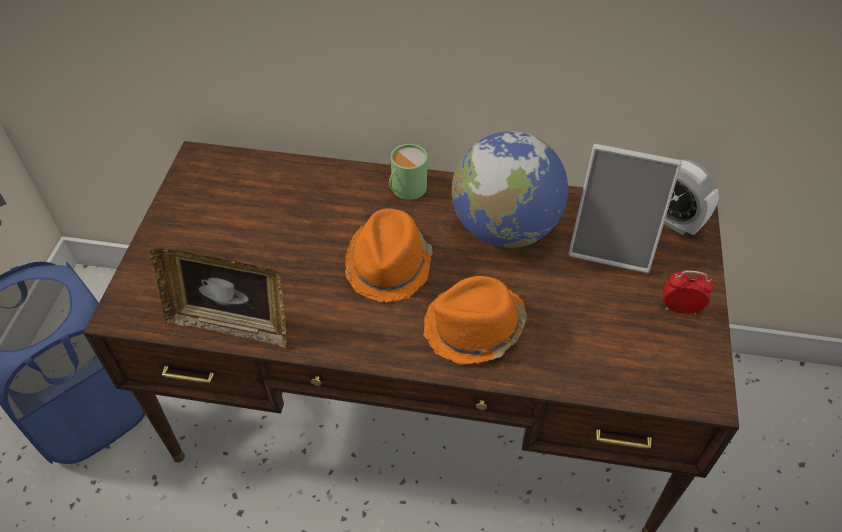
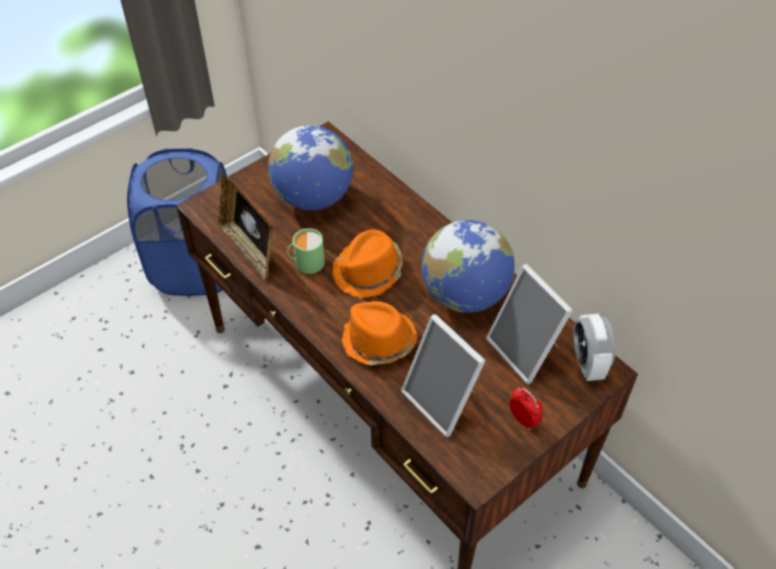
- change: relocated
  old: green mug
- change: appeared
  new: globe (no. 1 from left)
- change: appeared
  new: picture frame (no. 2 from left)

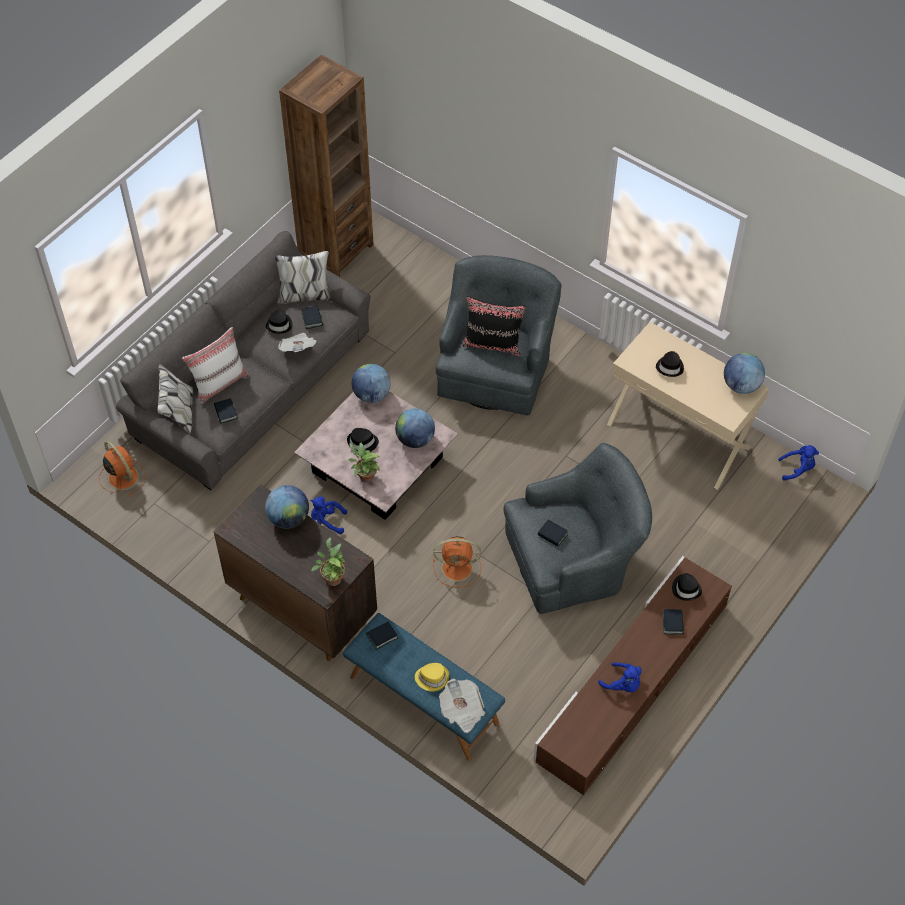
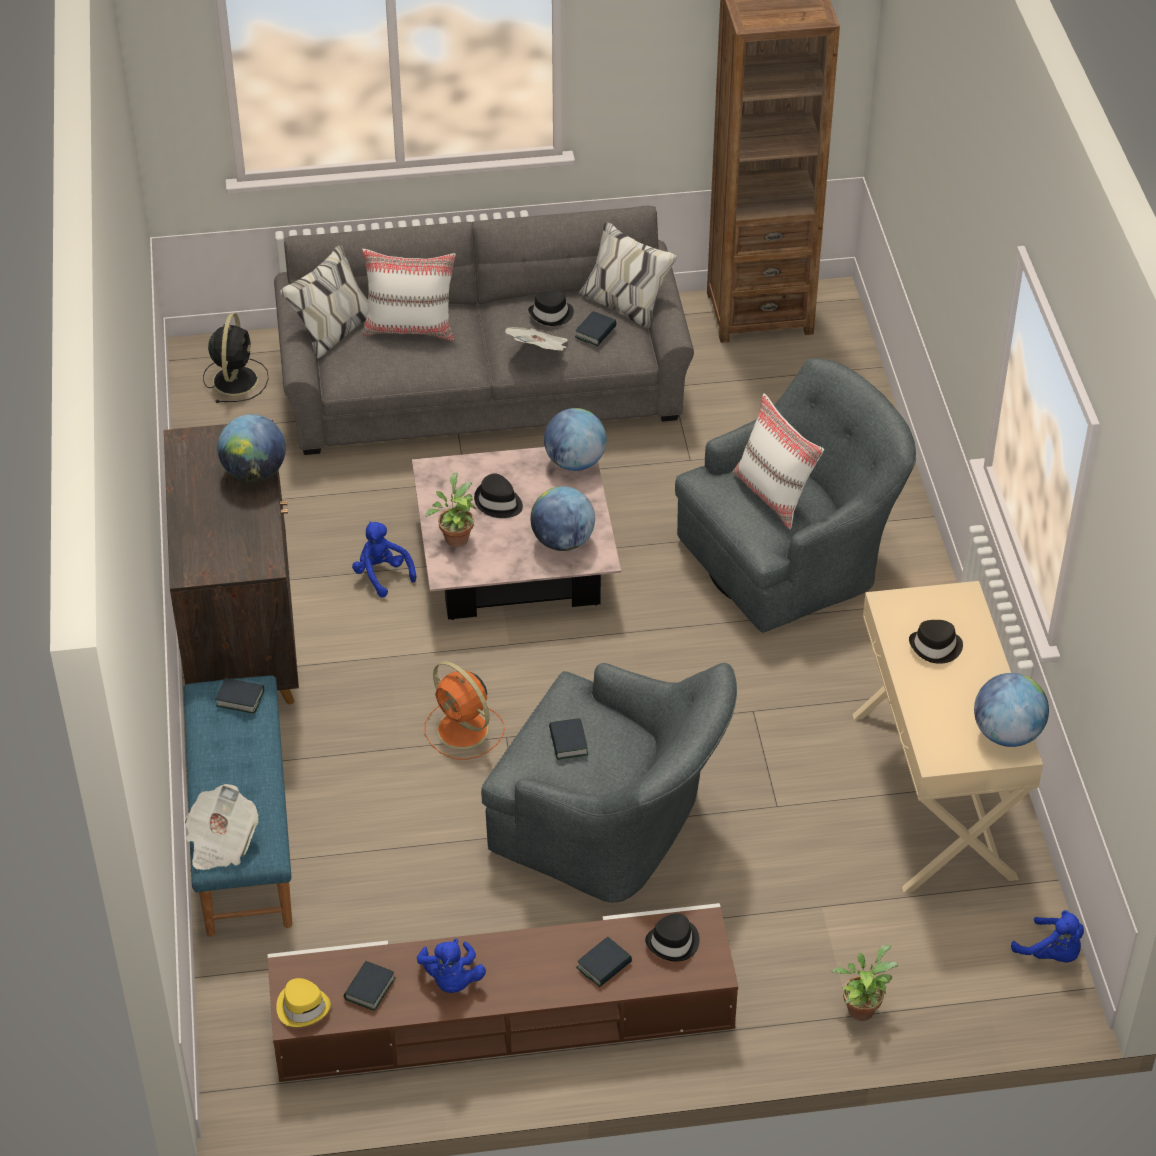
- change: colour
  old: black pillow
  new: white pillow (no. 2 from left)
- change: relocated
  old: book (no. 1 from left in the first image)
  new: book (no. 2 from left)
- change: colour
  old: orange fan (no. 1 from left)
  new: black fan
- change: relocated
  old: potted plant (no. 1 from left in the first image)
  new: potted plant (no. 2 from left)
- change: relocated
  old: yellow hat

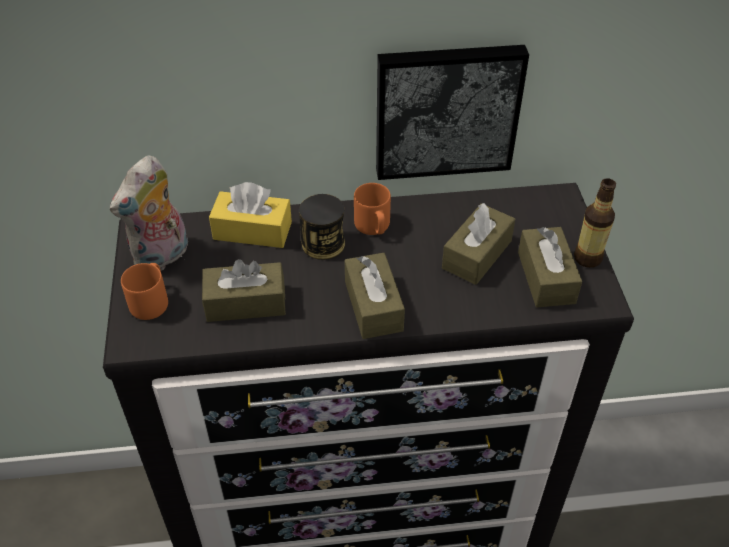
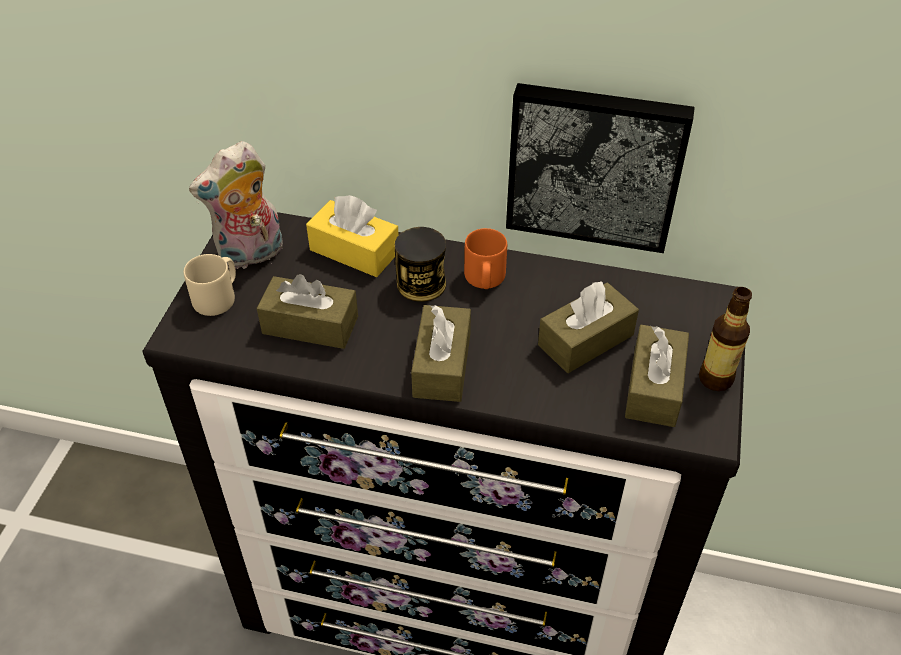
- change: colour
  old: orange mug (no. 1 from left)
  new: beige mug

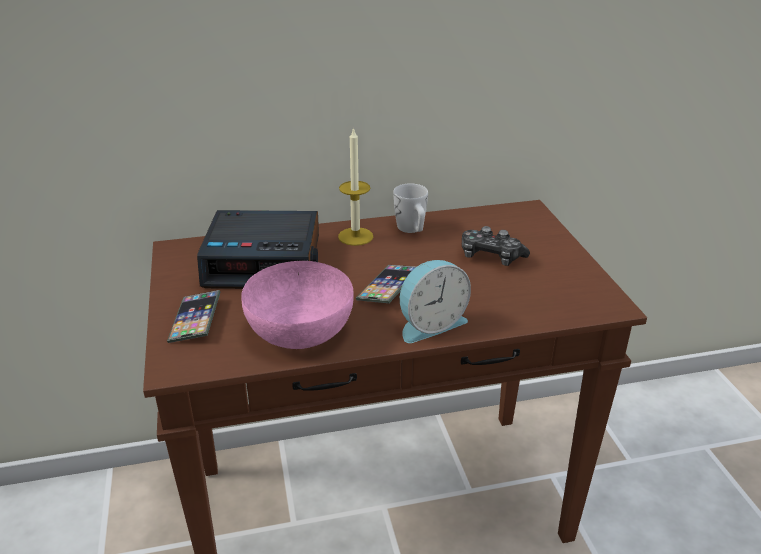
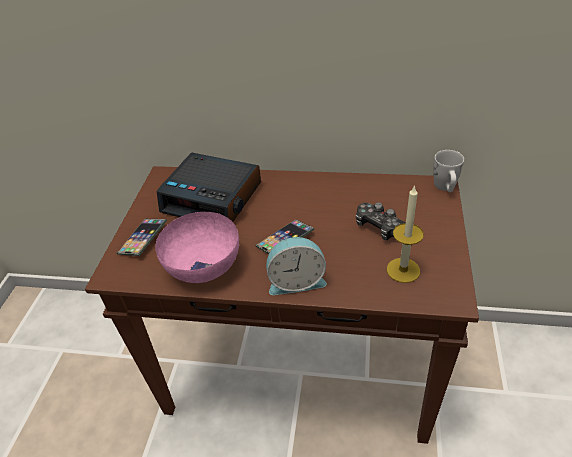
- change: relocated
  old: candle
- change: relocated
  old: white mug

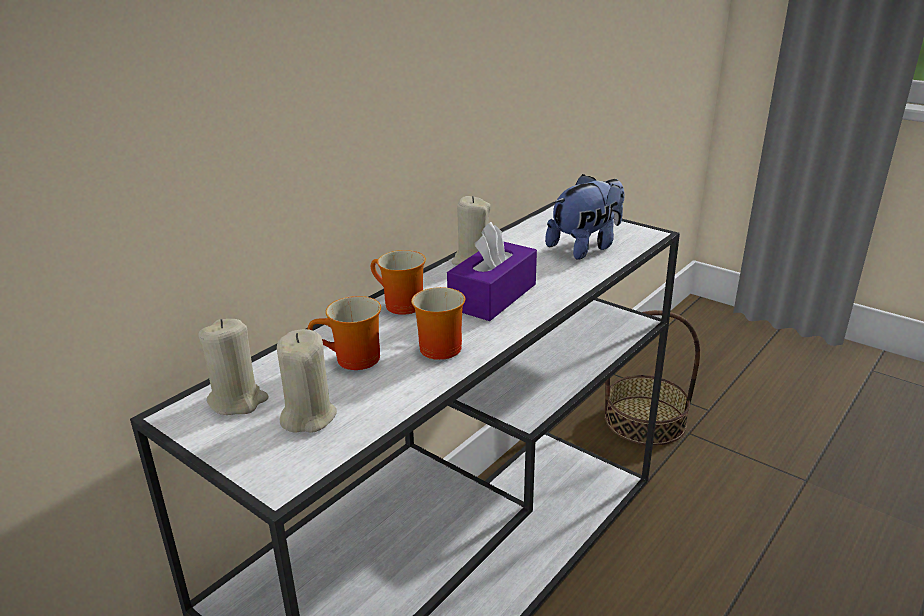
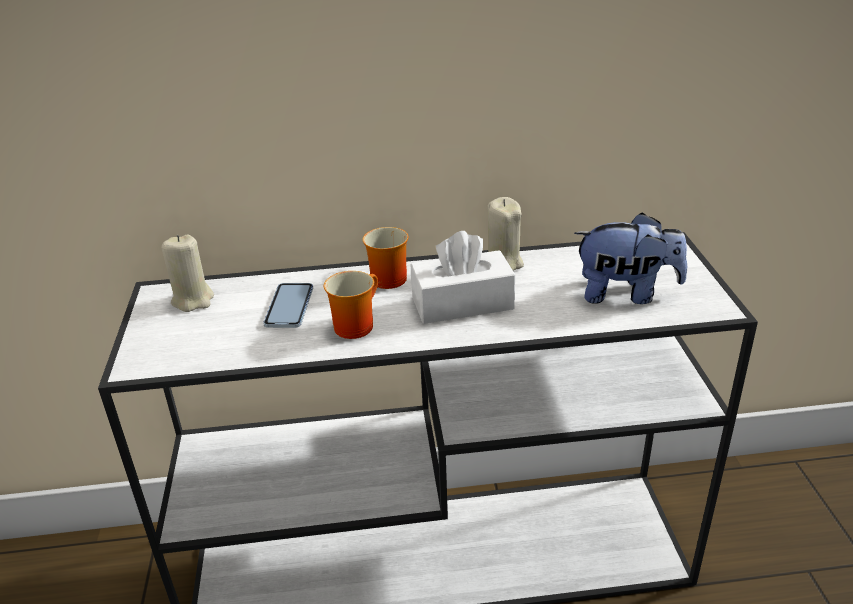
- change: colour
  old: purple tissue box
  new: white tissue box
- change: exchanged
  old: mug (no. 1 from left)
  new: phone
- change: missing
  old: basket
- change: missing
  old: beige candle (no. 2 from left)

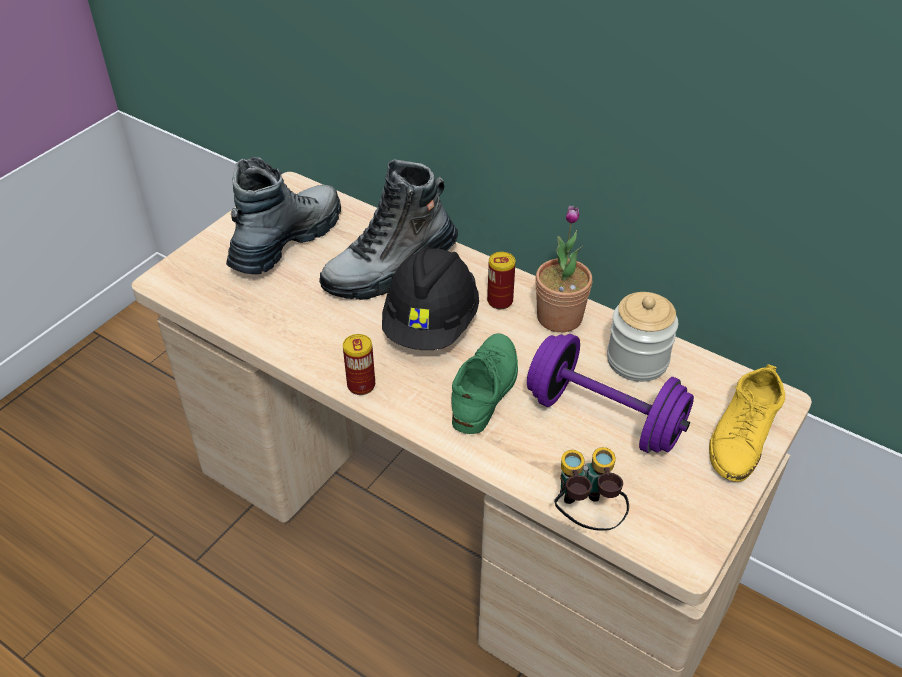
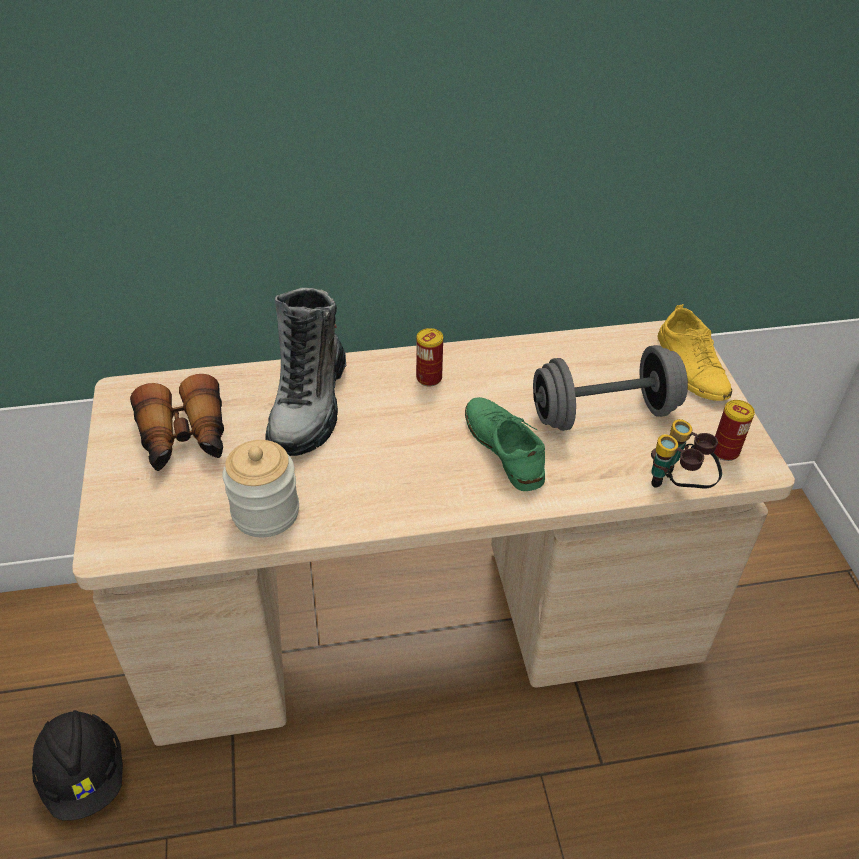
- change: exchanged
  old: boot (no. 1 from left)
  new: binoculars (no. 1 from left)
- change: missing
  old: potted plant
- change: relocated
  old: black hard hat
- change: relocated
  old: jar
- change: relocated
  old: can (no. 1 from left in the first image)
  new: can (no. 2 from left)
- change: colour
  old: purple dumbbell
  new: grey dumbbell

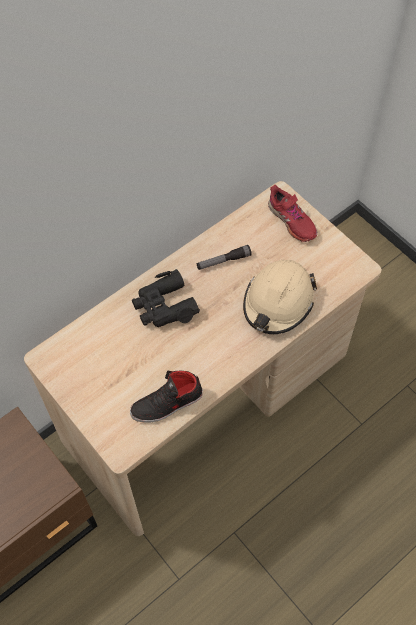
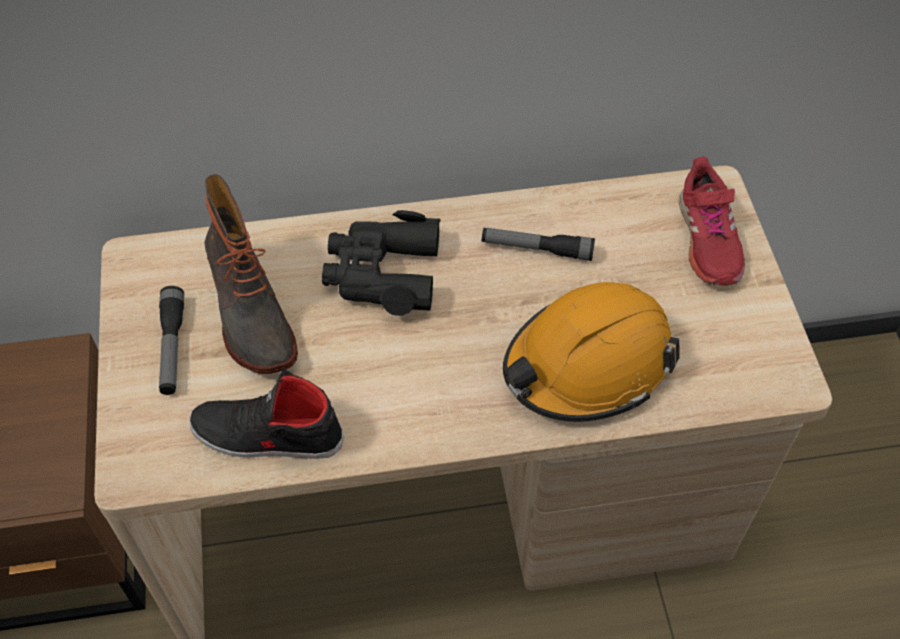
- change: colour
  old: beige hard hat
  new: orange hard hat
- change: appeared
  new: boot
- change: appeared
  new: flashlight (no. 1 from left)

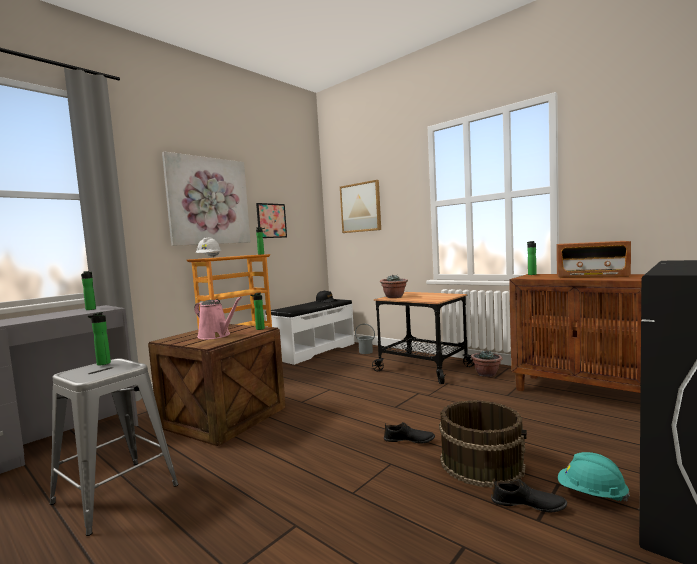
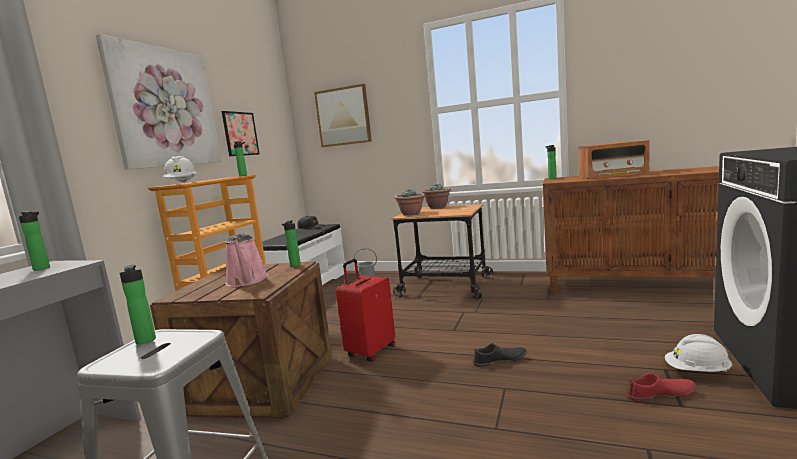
- change: spun
  old: pink watering can
  degrees: 60
- change: relocated
  old: potted plant (no. 2 from left)
- change: missing
  old: brown bucket
- change: colour
  old: turquoise hard hat
  new: white hard hat (no. 2 from left)
- change: colour
  old: black shoe (no. 2 from left)
  new: red shoe
- change: appeared
  new: red suitcase

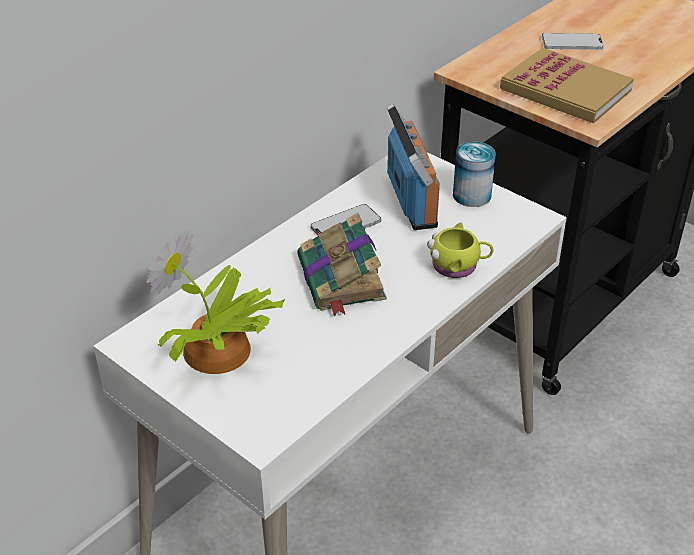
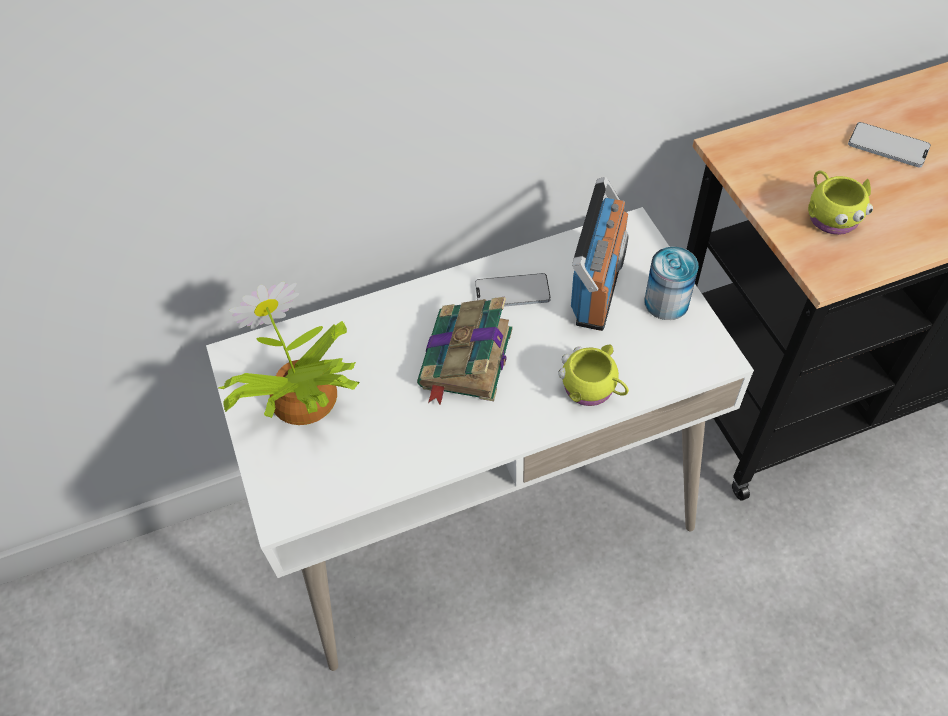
- change: exchanged
  old: book (no. 2 from left)
  new: yellow mug (no. 2 from left)

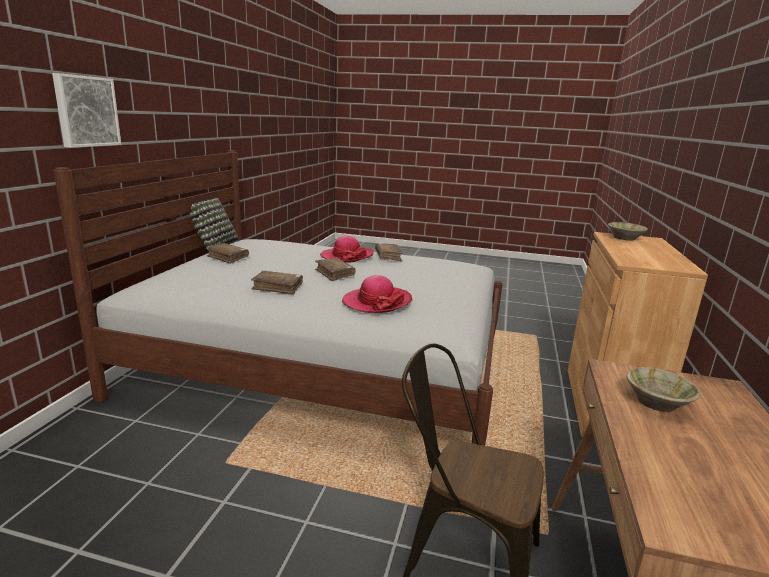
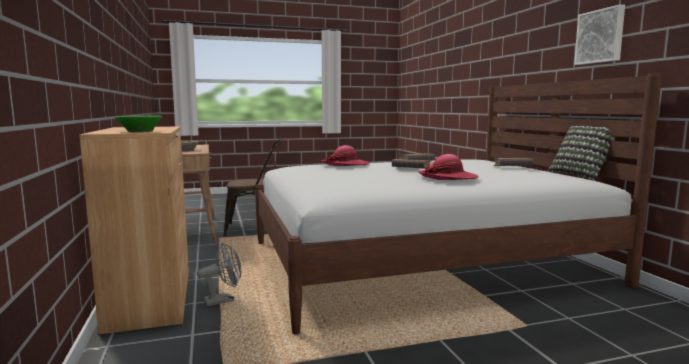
- change: relocated
  old: picture
- change: colour
  old: beige bowl (no. 1 from left)
  new: green bowl
- change: missing
  old: brown book (no. 4 from left)
- change: appeared
  new: grey fan

